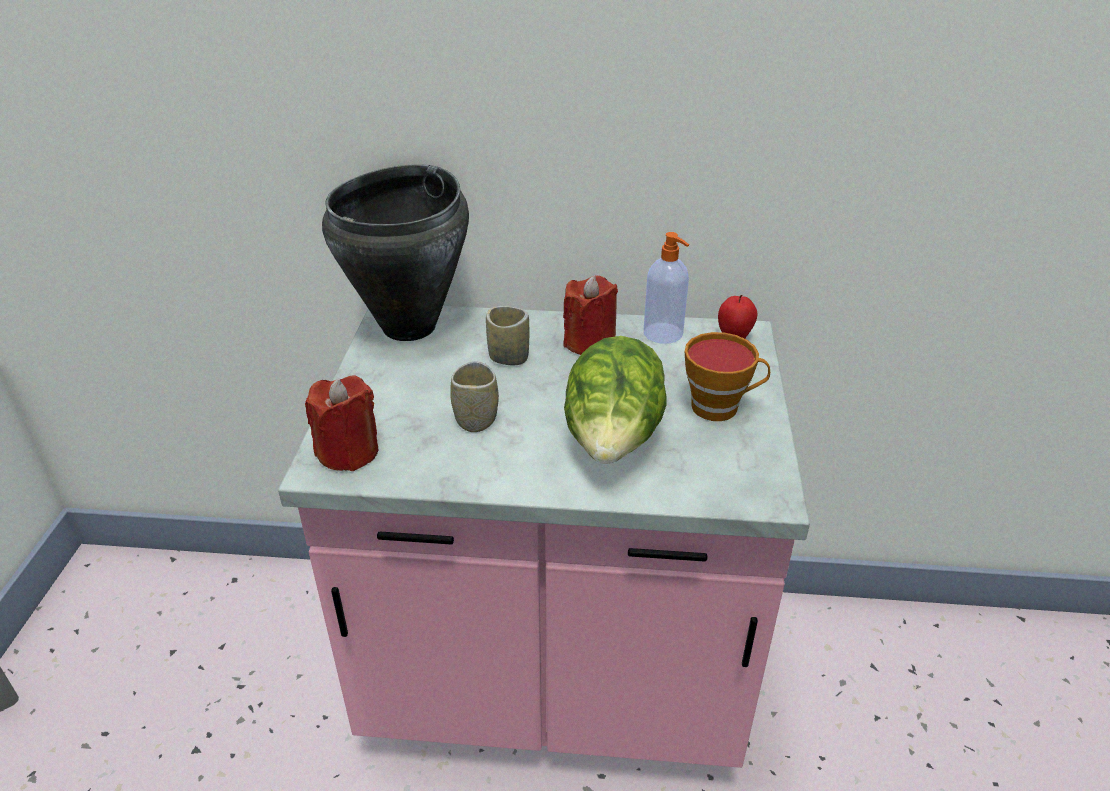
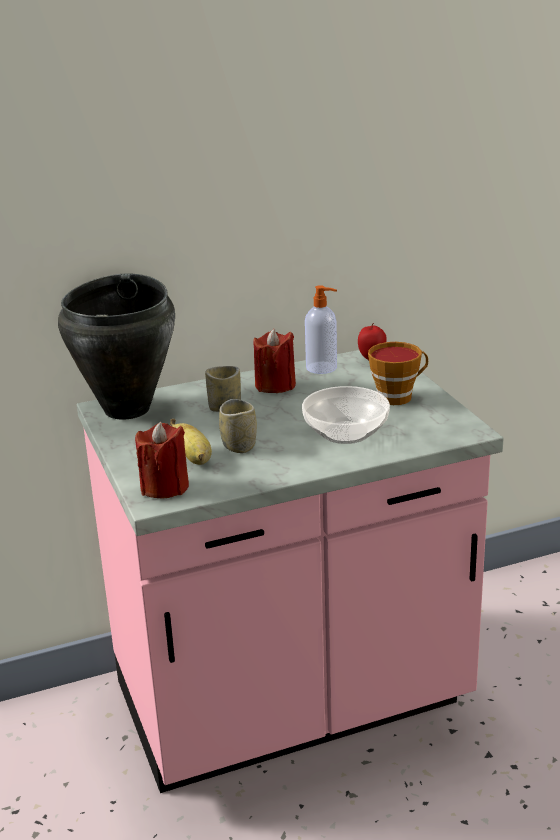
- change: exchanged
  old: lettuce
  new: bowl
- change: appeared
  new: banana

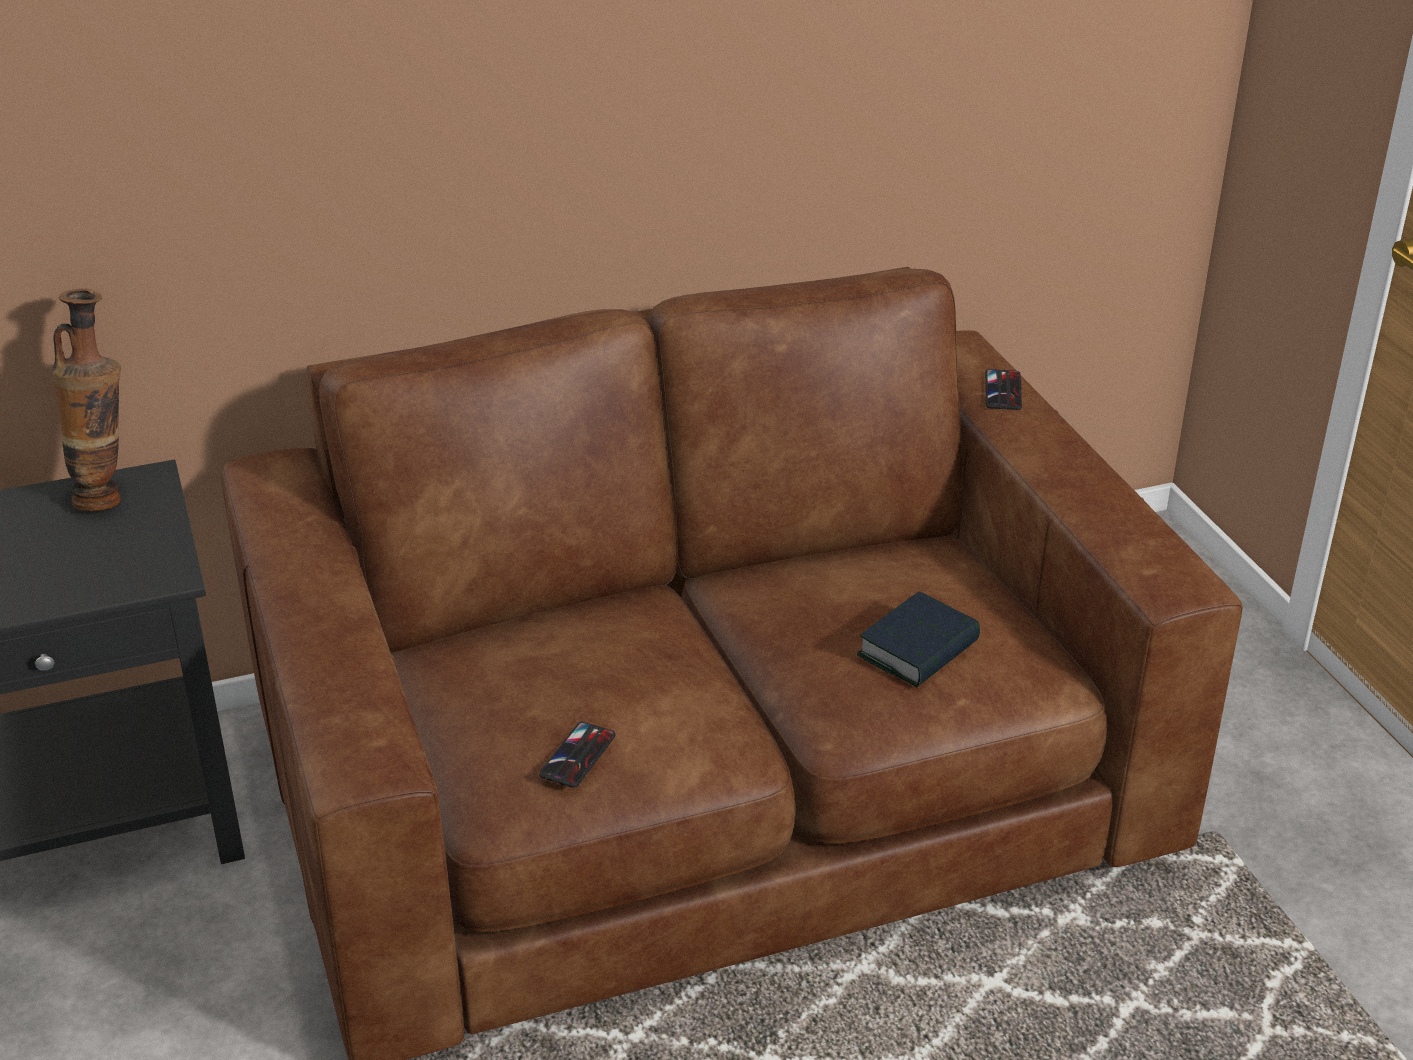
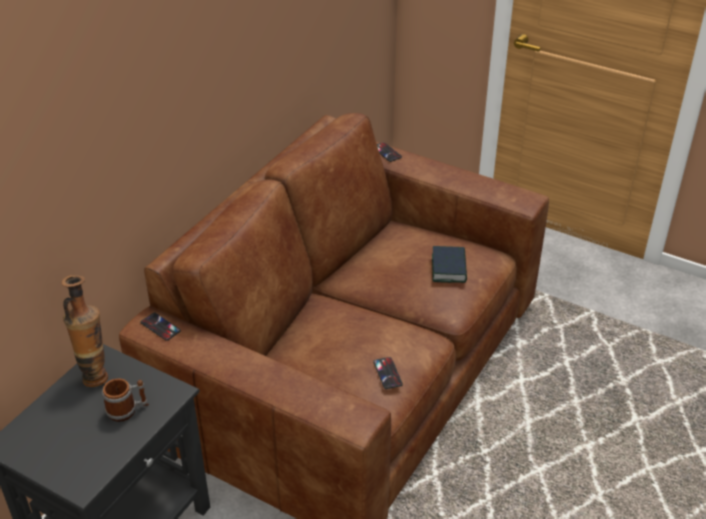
- change: appeared
  new: phone (no. 1 from left)
- change: appeared
  new: mug

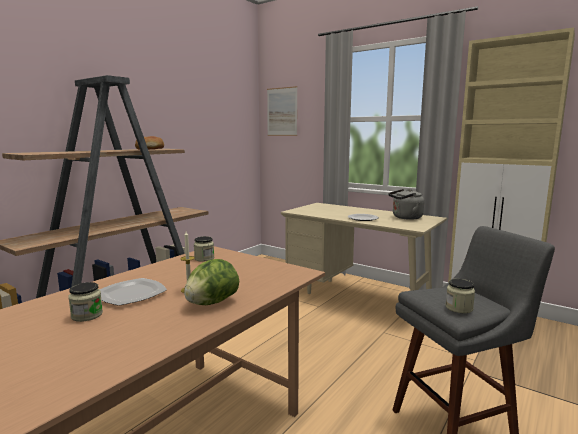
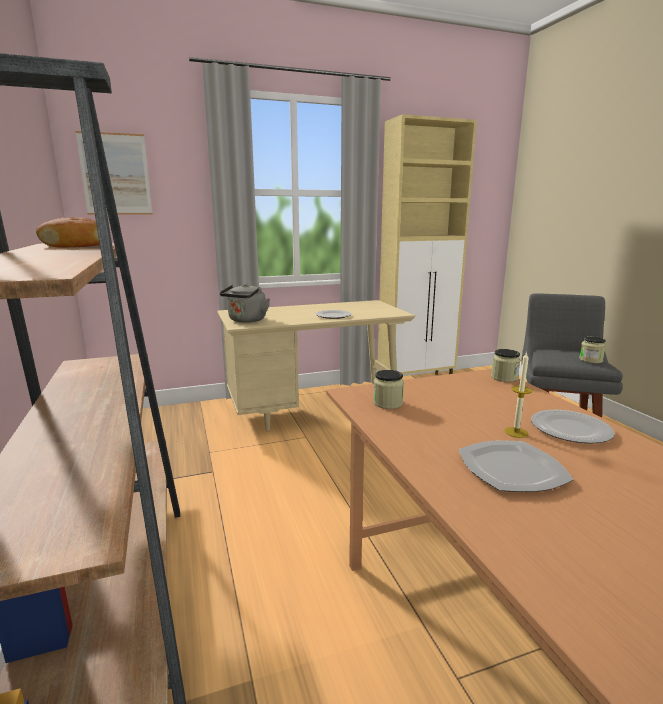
- change: relocated
  old: grey kettle
- change: exchanged
  old: lettuce
  new: plate (no. 3 from left)
- change: relocated
  old: jar (no. 1 from left in the first image)
  new: jar (no. 2 from left)

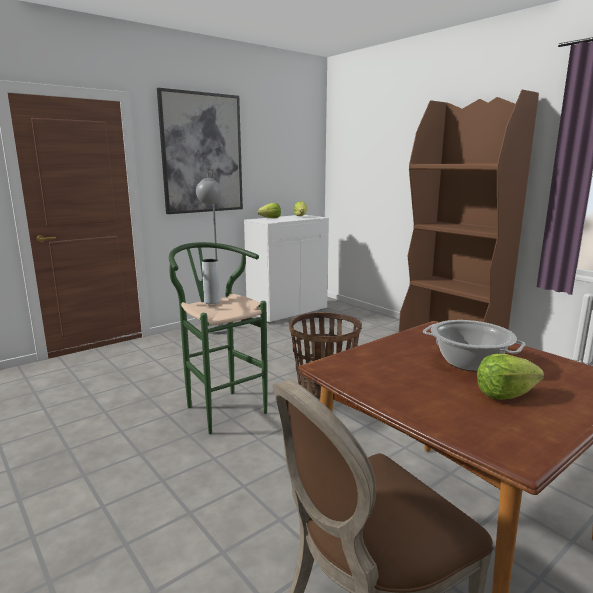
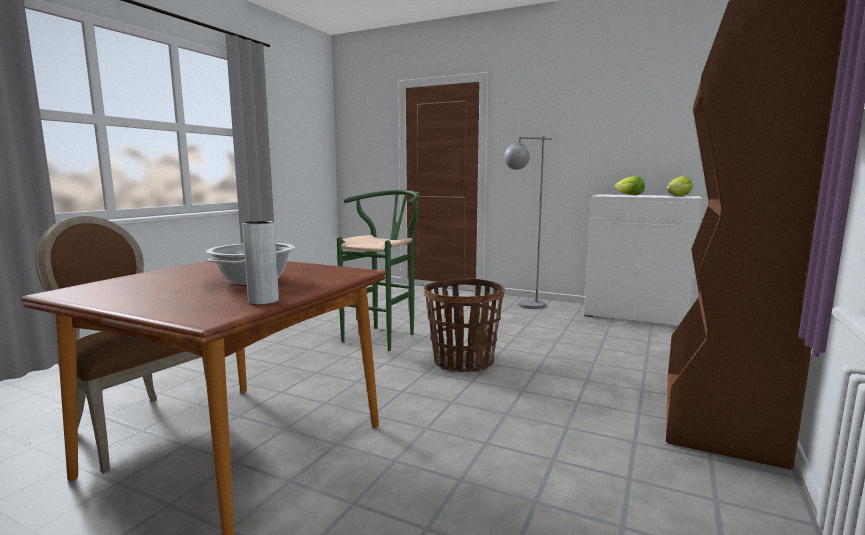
- change: missing
  old: picture
- change: relocated
  old: grey vase
- change: missing
  old: lettuce (no. 3 from left)

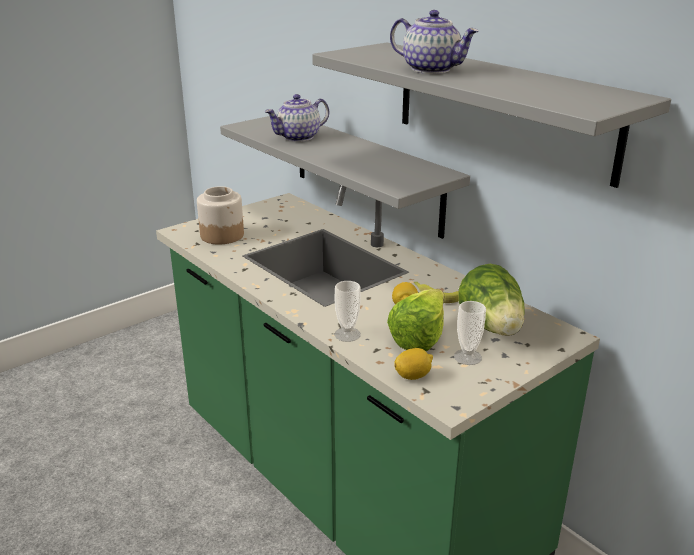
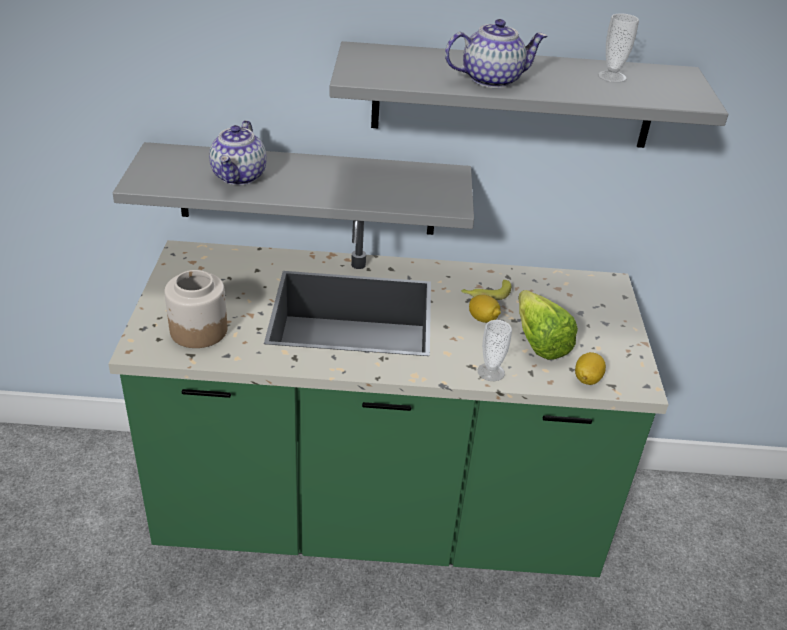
- change: missing
  old: lettuce (no. 2 from left)
- change: relocated
  old: cup (no. 2 from left)

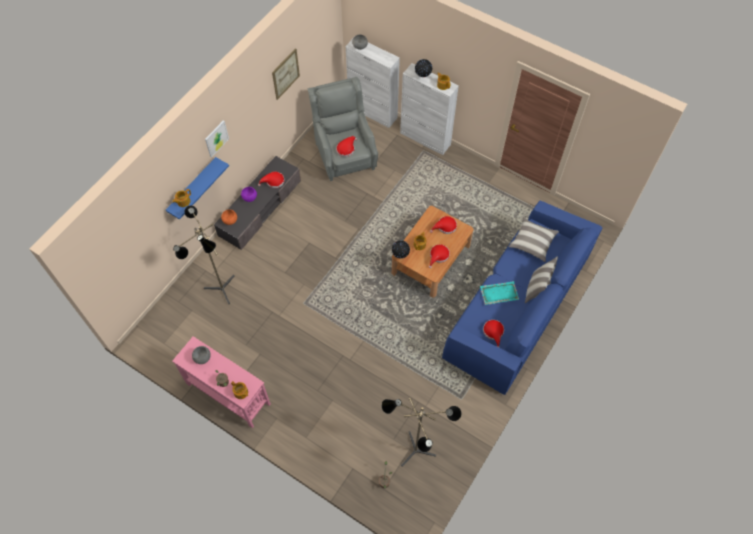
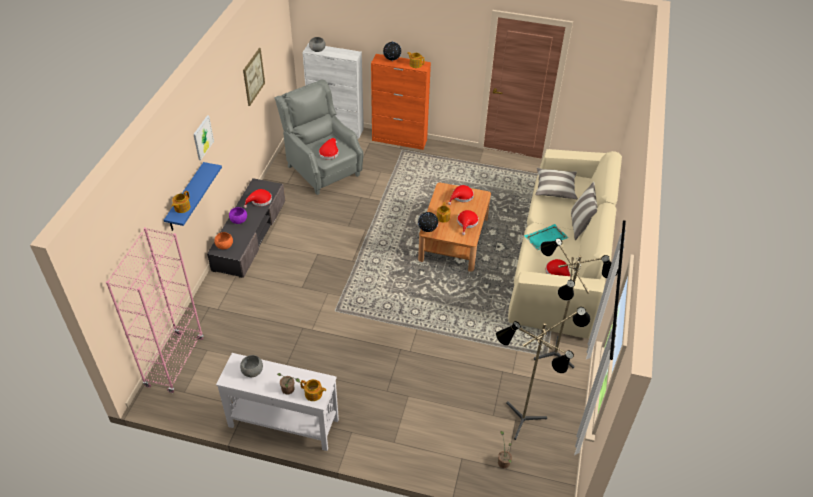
- change: colour
  old: white cabinet (no. 2 from left)
  new: orange cabinet
- change: colour
  old: blue sofa
  new: beige sofa
- change: relocated
  old: floor lamp (no. 1 from left in the first image)
  new: floor lamp (no. 2 from left)
- change: colour
  old: pink console table
  new: white console table
- change: appeared
  new: pink bookcase

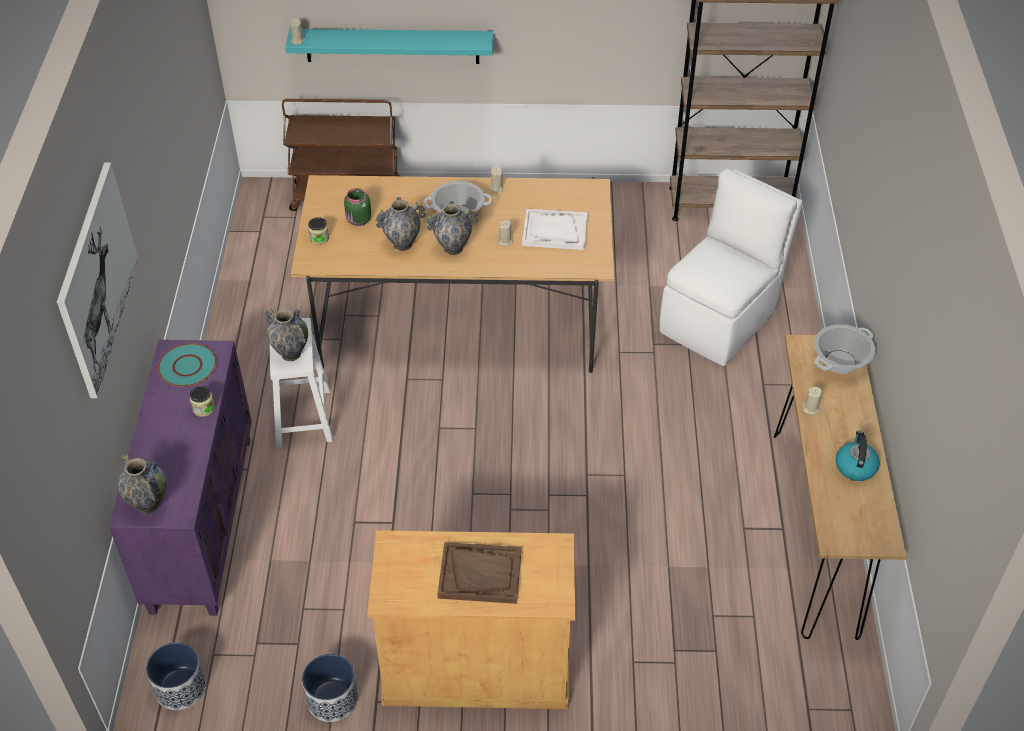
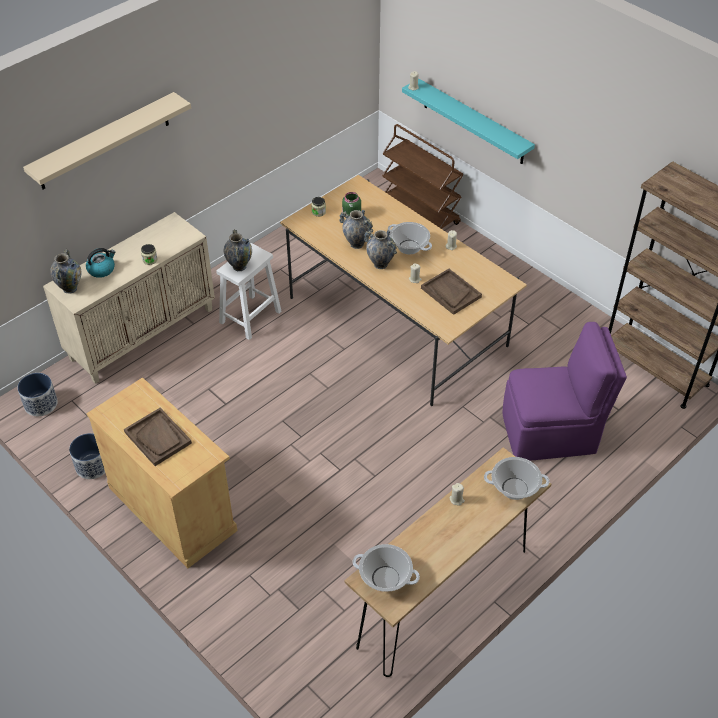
- change: exchanged
  old: picture
  new: beige shelf
- change: colour
  old: white chair
  new: purple chair
- change: colour
  old: white tray
  new: brown tray (no. 2 from left)
- change: colour
  old: purple cabinet
  new: beige cabinet (no. 1 from left)
- change: missing
  old: turquoise plate
- change: relocated
  old: kettle
- change: appeared
  new: cooking pot (no. 1 from left)

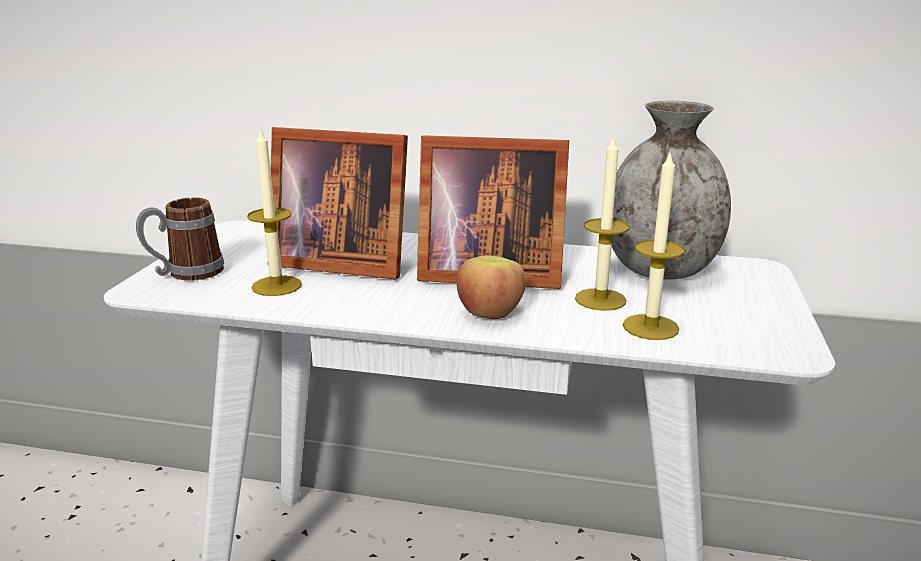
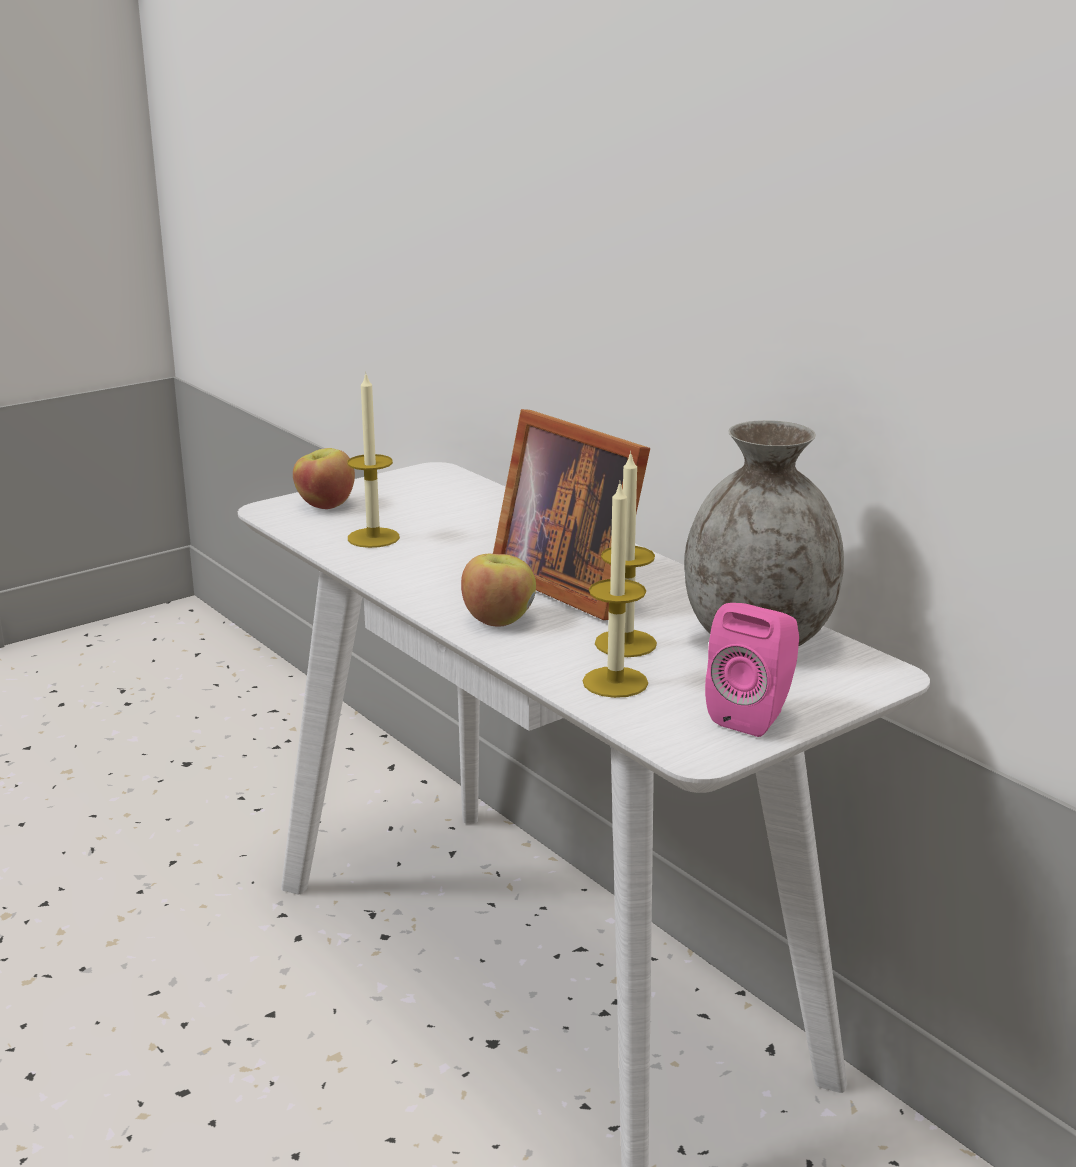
- change: missing
  old: picture frame (no. 1 from left)
- change: exchanged
  old: mug
  new: apple (no. 1 from left)
- change: appeared
  new: pink speaker

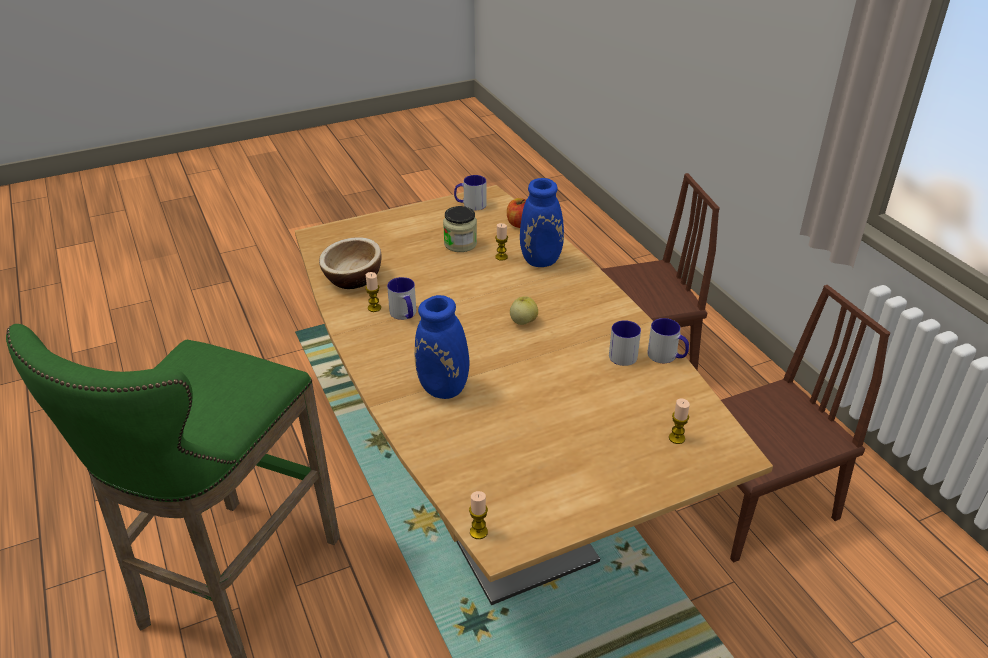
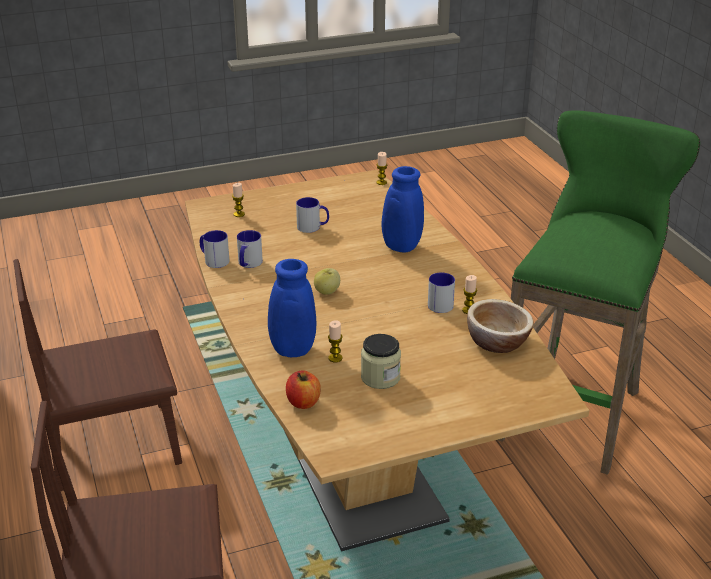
- change: relocated
  old: mug (no. 2 from left in the first image)
  new: mug (no. 3 from left)

